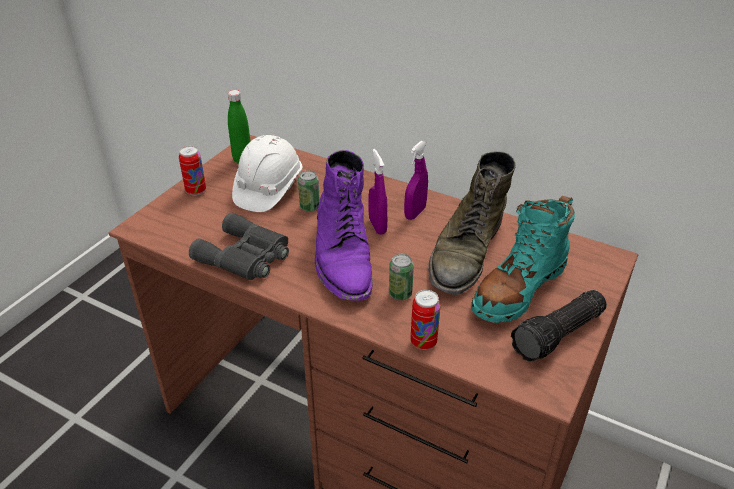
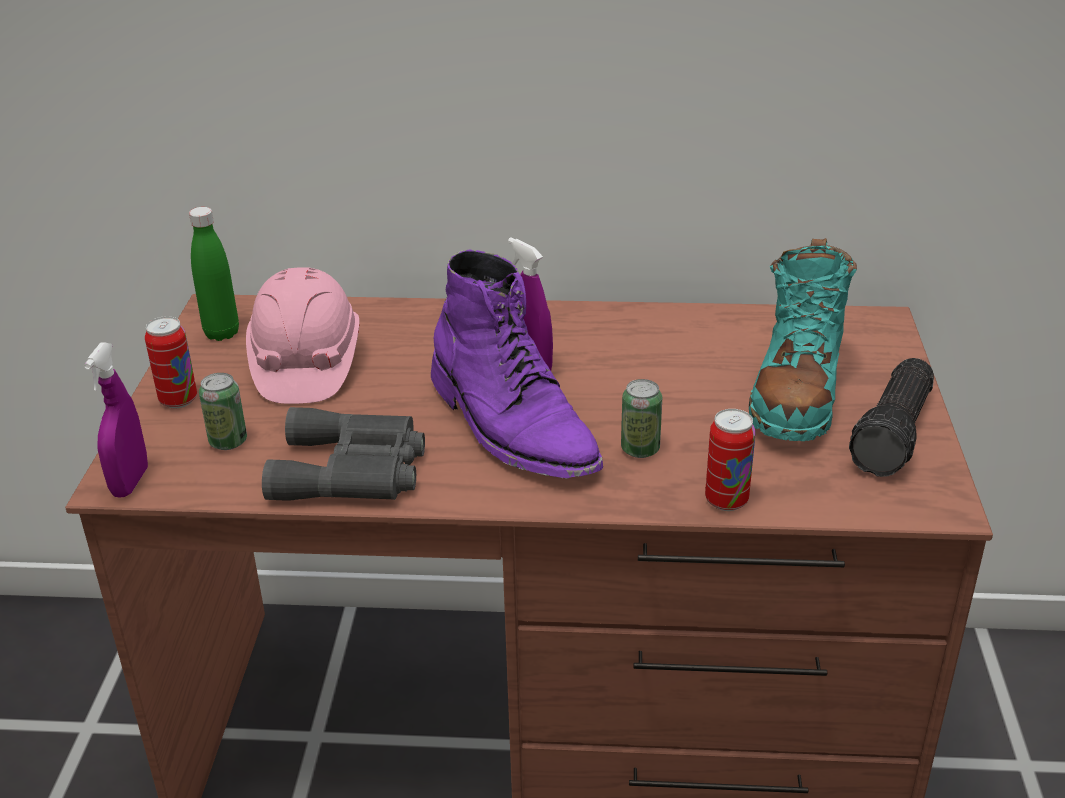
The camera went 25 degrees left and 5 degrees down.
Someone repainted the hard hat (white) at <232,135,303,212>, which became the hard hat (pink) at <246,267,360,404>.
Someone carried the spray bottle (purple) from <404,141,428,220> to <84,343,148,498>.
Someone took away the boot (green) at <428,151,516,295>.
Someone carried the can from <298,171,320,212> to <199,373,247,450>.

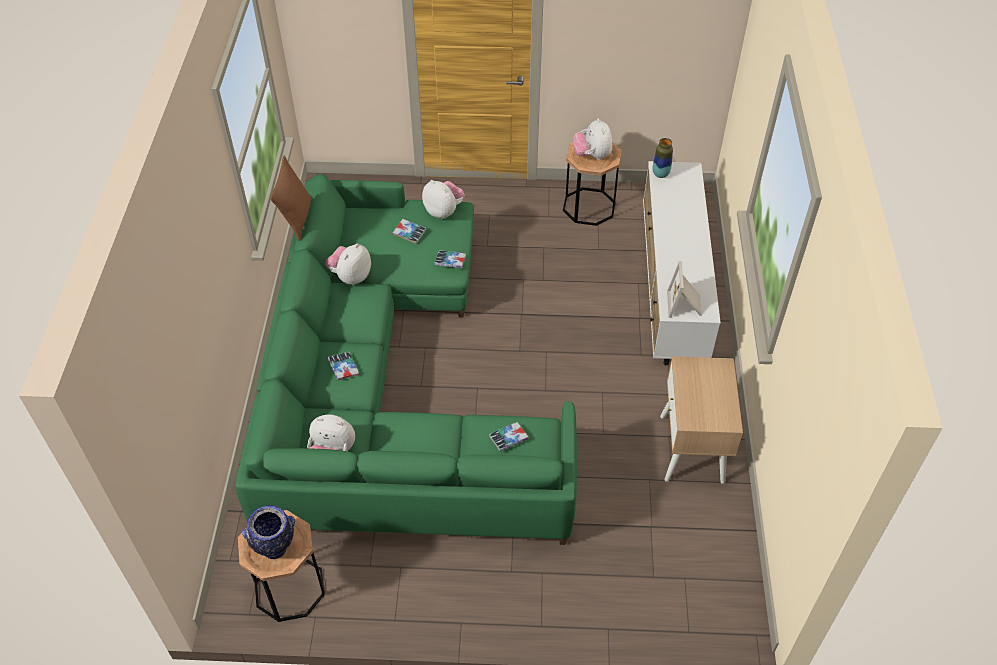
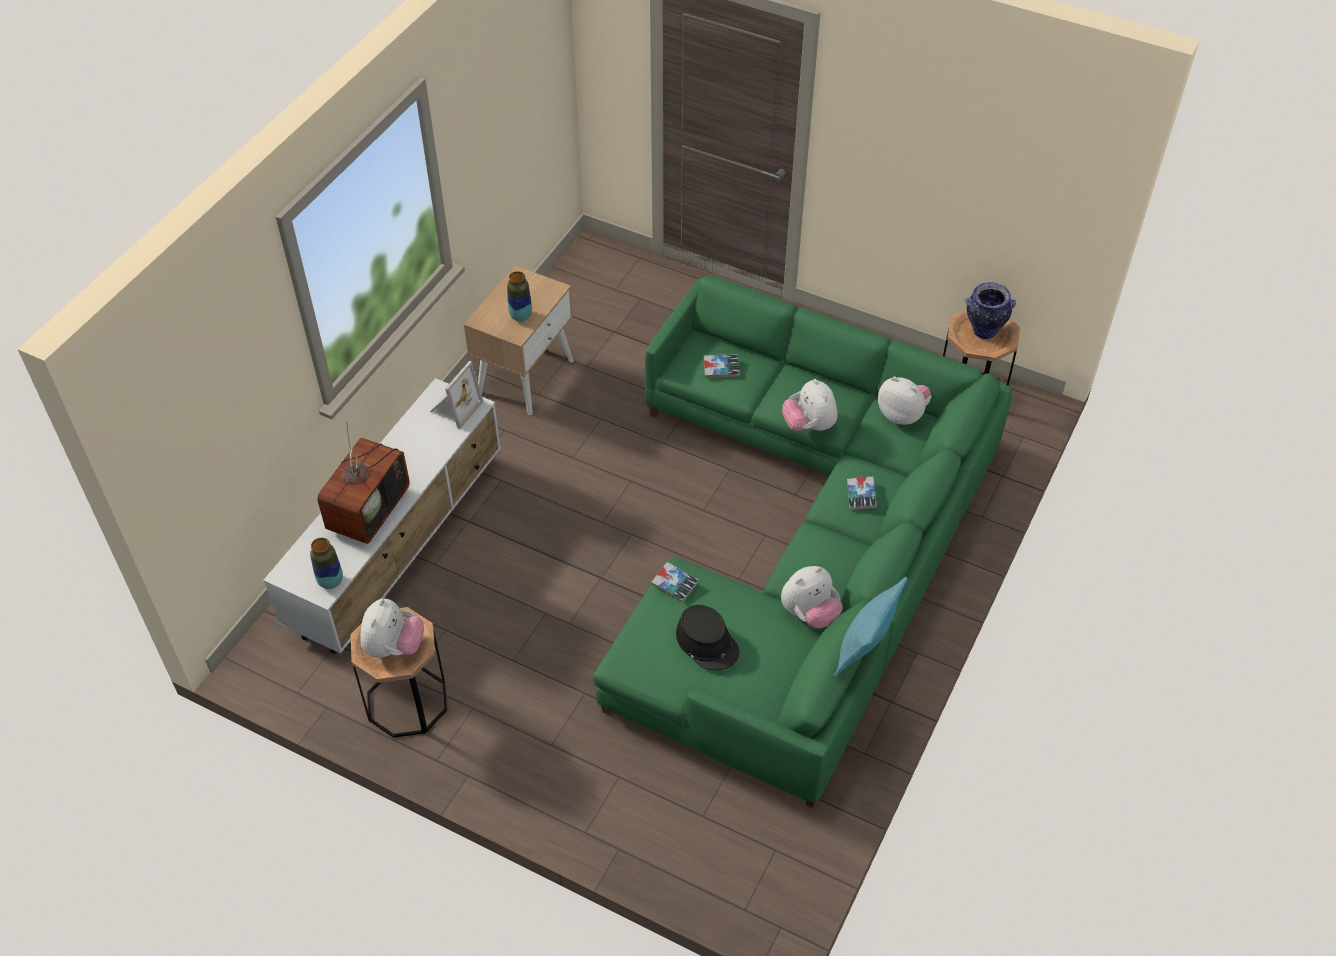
The camera went 155 degrees left and 0 degrees up.
Someone repainted the pillow (brown) at <270,156,312,241>, which became the pillow (turquoise) at <833,577,908,678>.
Someone carried the plush toy from <422,180,465,219> to <782,379,838,431>.
Someone swapped the book at <393,219,426,244> for the hat (black) at <676,605,739,670>.
Someone put down the vase at <507,271,532,322>.
Someone put down the television at <317,422,410,544>.

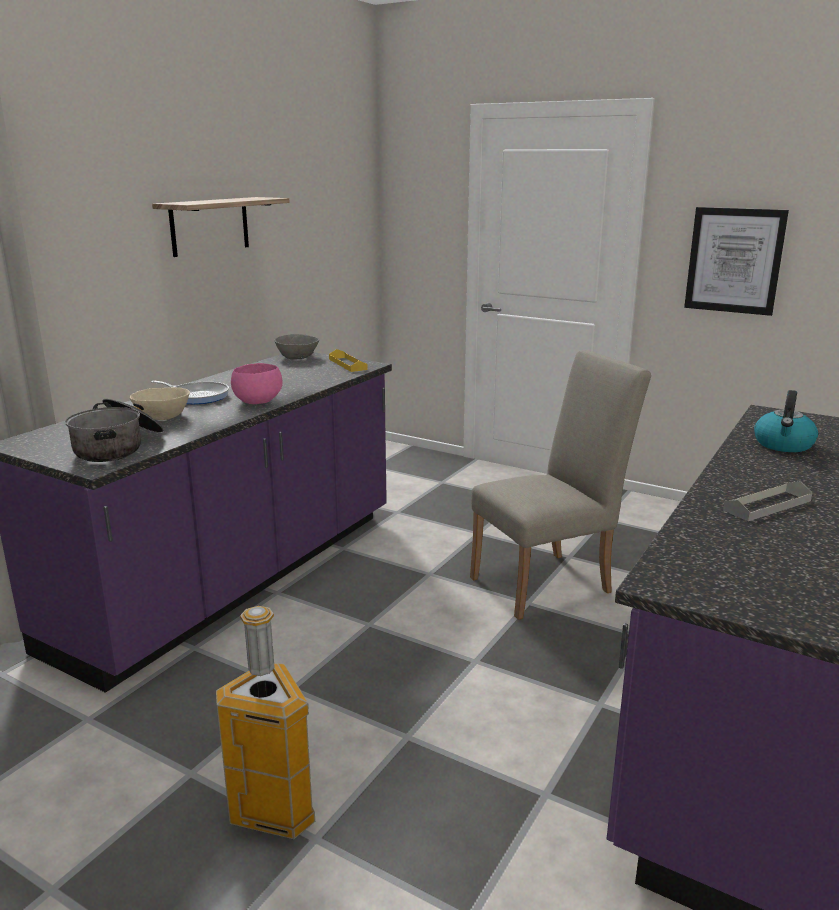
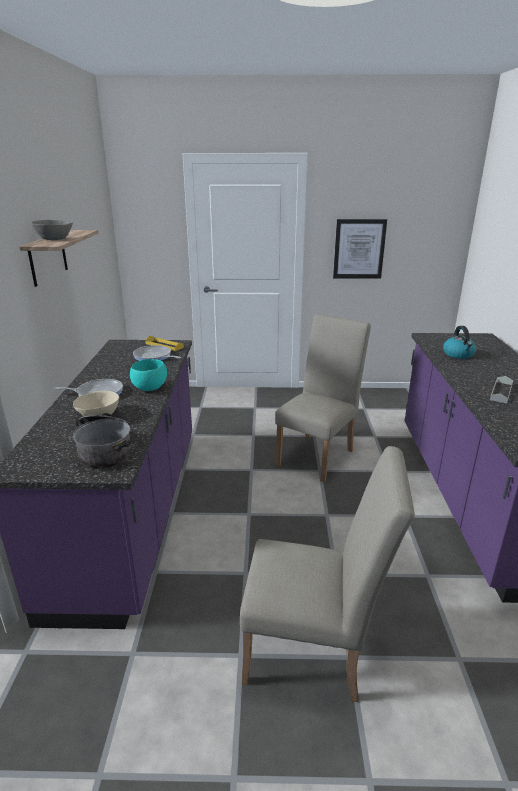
The camera went 30 degrees left and 5 degrees up.
Someone carried the bowl (grey) from <274,334,319,359> to <31,220,73,240>.
Someone repainted the bowl (pink) at <231,363,283,404>, which became the bowl (turquoise) at <130,359,167,391>.
Someone swapped the trash can at <216,606,315,839> for the chair (beige) at <240,446,415,702>.
Someone put down the frying pan at <133,345,181,361>.

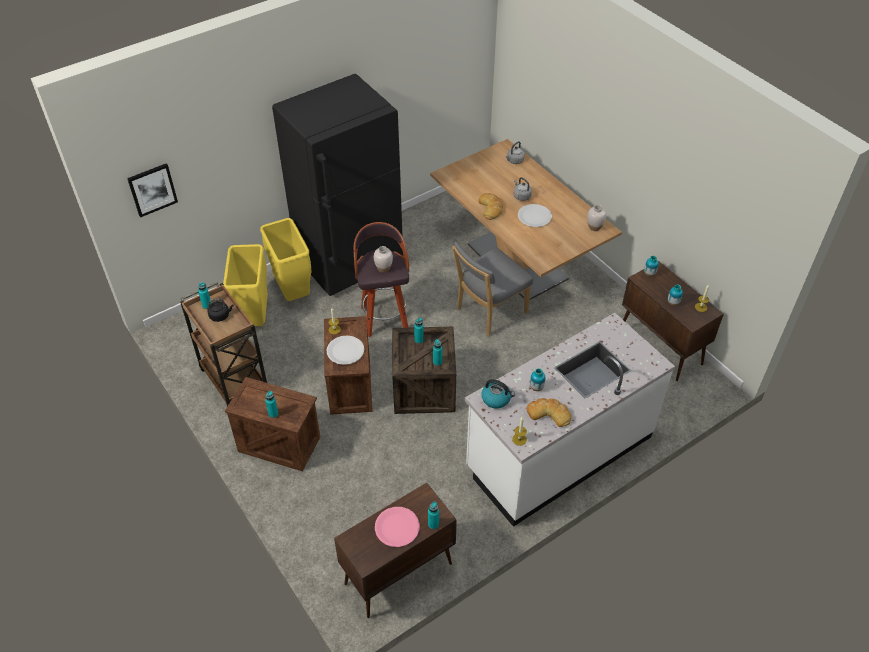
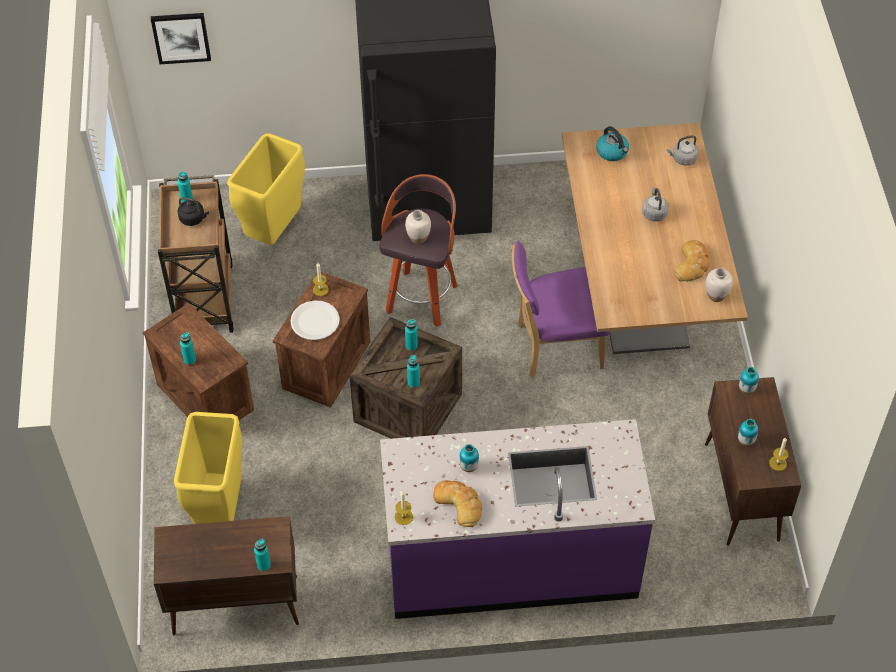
The camera went 30 degrees right and 5 degrees up.
Someone carried the bread from <479,193,503,220> to <674,240,710,281>.
Someone took away the plate (white) at <518,204,552,227>.
Someone carried the trash can (yellow) from <260,218,311,301> to <174,412,242,524>.
Someone repainted the chair (grey) at <452,242,533,336>, which became the chair (purple) at <511,241,610,378>.
Someone repainted the counter (white) at <465,313,675,527>, which became the counter (purple) at <380,419,655,619>.
Someone carried the kettle from <481,379,515,408> to <596,126,629,161>.
Someone took away the plate (pink) at <375,507,420,547>.

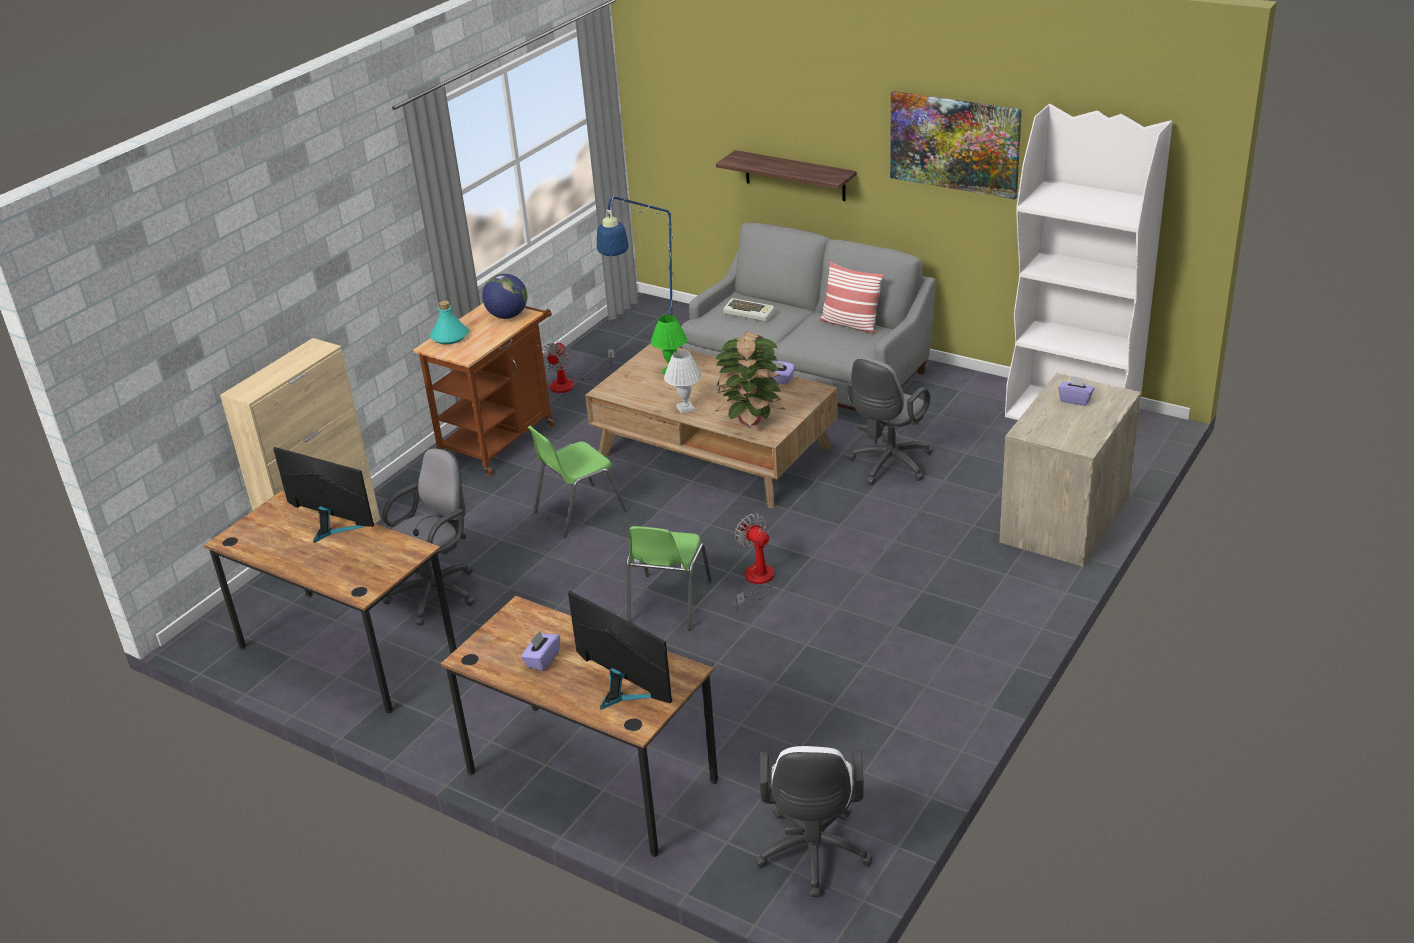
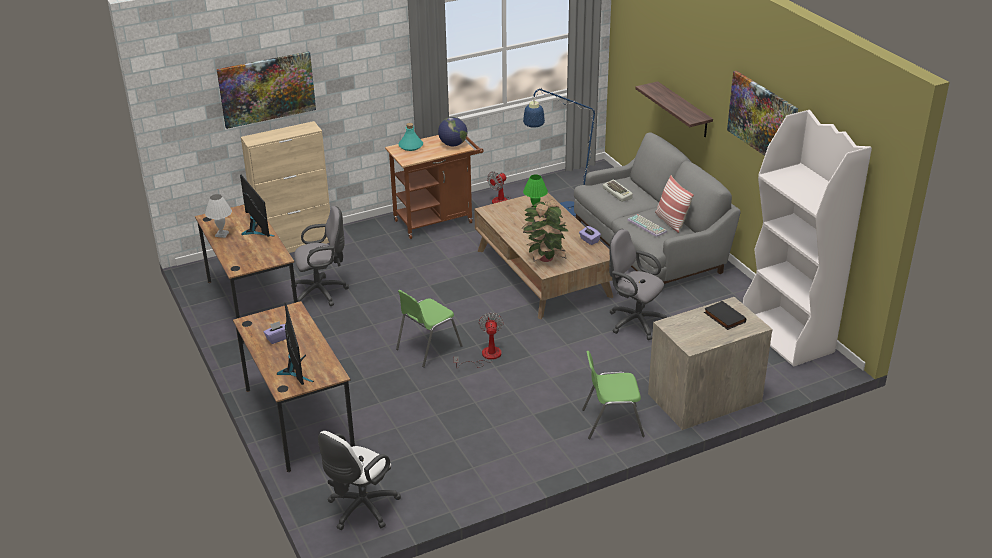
The camera went 30 degrees right and 0 degrees up.
Someone carried the table lamp (white) from <664,350,702,414> to <205,194,232,238>.
Someone rotated the office chair (grey) at <847,357,933,485> by 60 degrees clockwise.
Someone swapped the tissue box (purple) at <1058,376,1095,406> for the book (black) at <704,301,746,330>.
Someone carried the chair (green) from <528,426,627,538> to <582,351,645,439>.
Someone put up the picture at <217,51,316,129>.
Someone put down the keyboard at <627,214,667,237>.

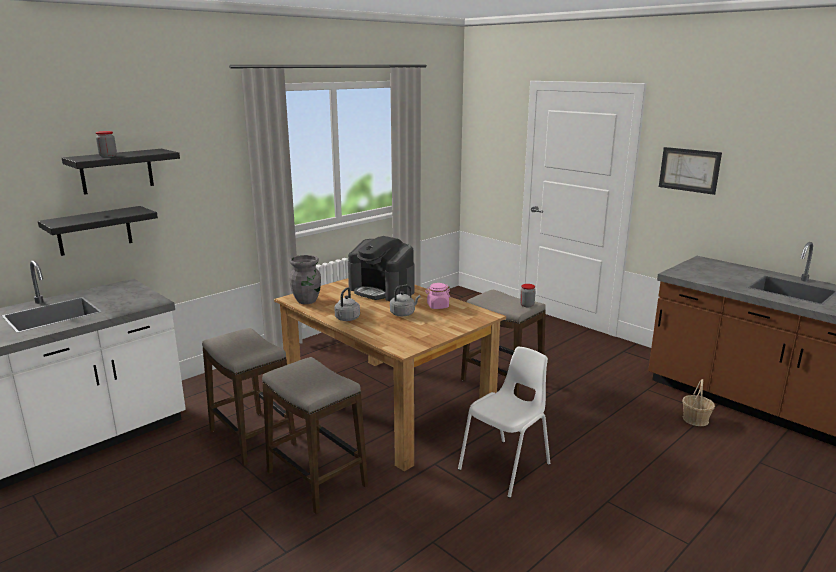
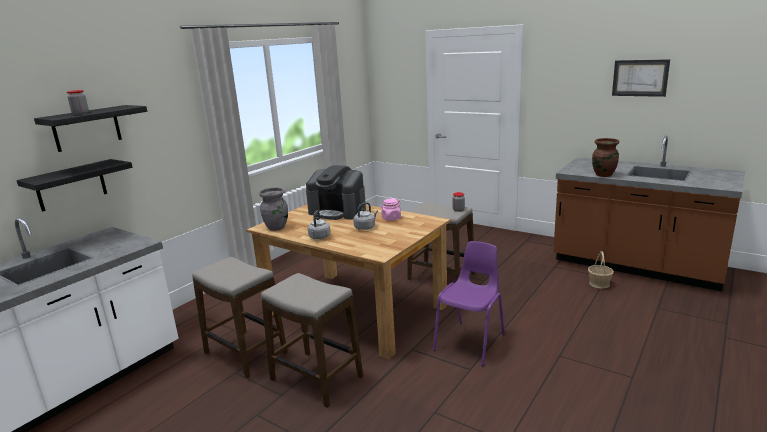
The camera went 10 degrees left and 0 degrees up.
Someone carried the picture from <659,147,722,195> to <612,59,670,97>.
Someone repainted the chair (white) at <458,347,550,498>, which became the chair (purple) at <433,241,505,366>.
Someone put down the vase (brown) at <592,138,619,177>.

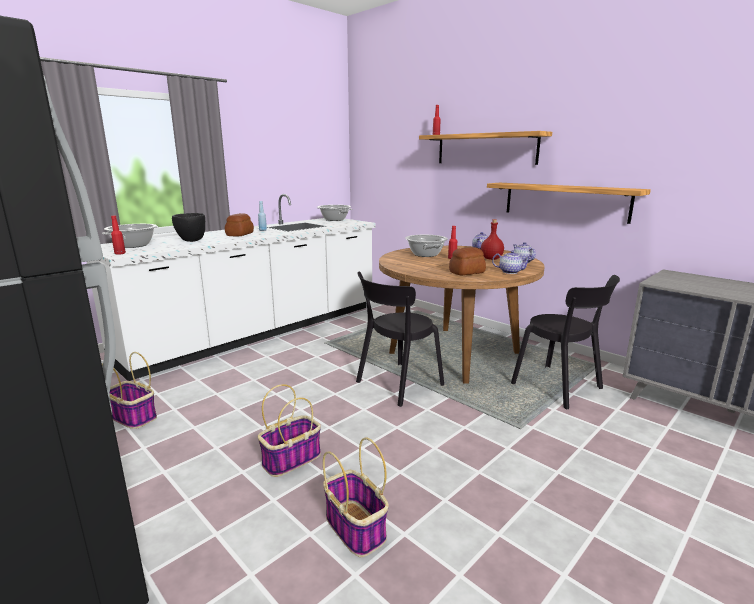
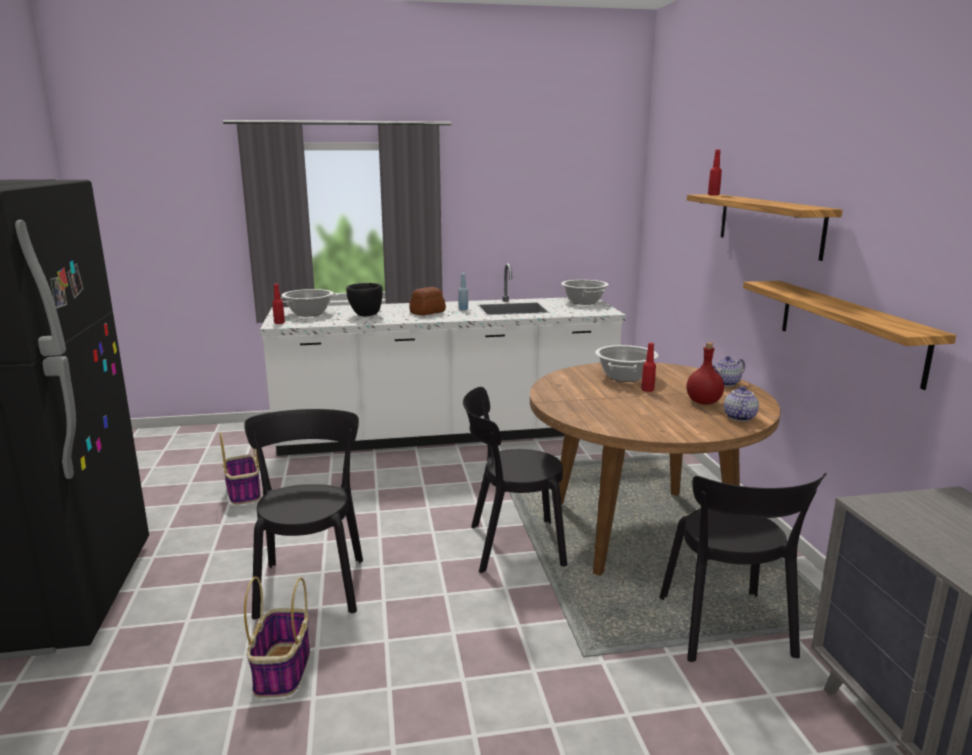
The camera went 35 degrees right and 0 degrees up.
Someone took away the bread at <449,247,486,275>.
Someone took away the teapot at <492,250,532,274>.
Someone swapped the basket at <258,384,321,477> for the chair (black) at <244,409,363,619>.

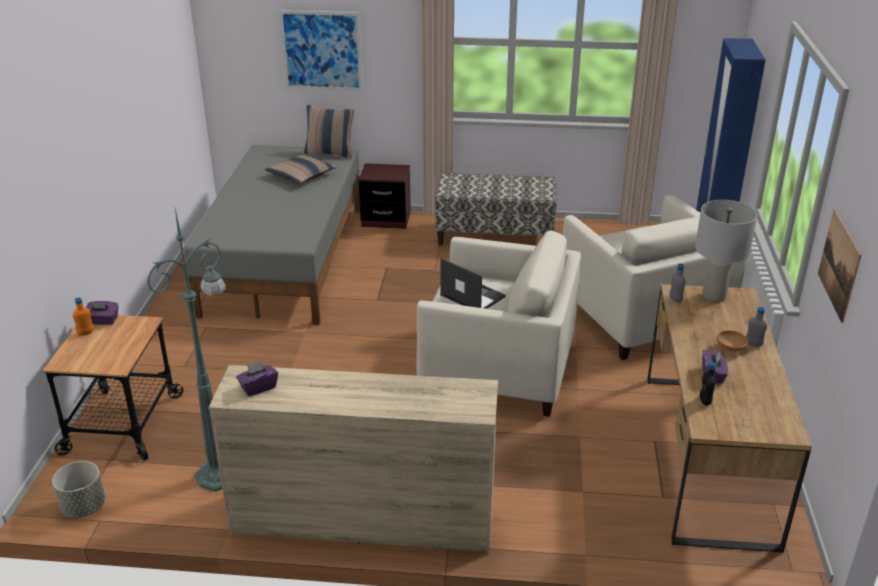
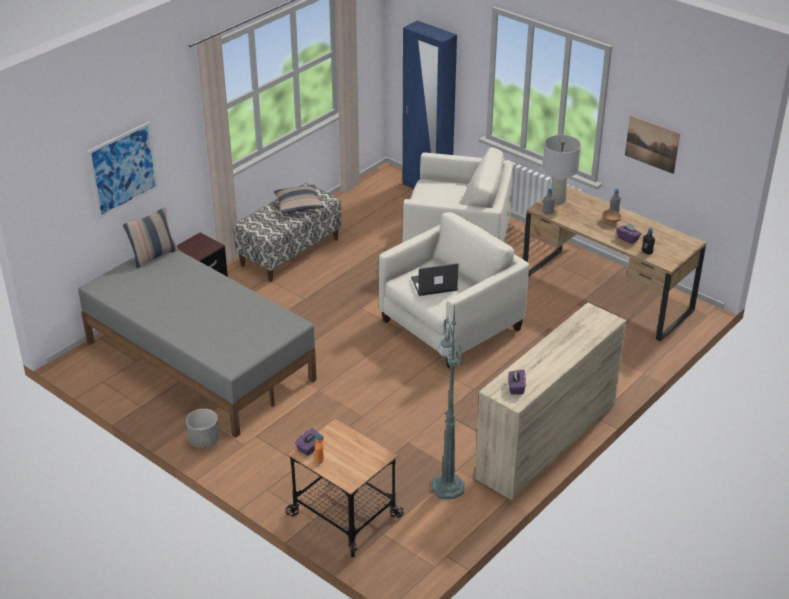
The camera went 55 degrees left and 5 degrees up.
Someone carried the pillow from <265,153,337,184> to <273,184,324,213>.
Someone carried the planter (grey) from <52,461,105,518> to <186,409,220,448>.

